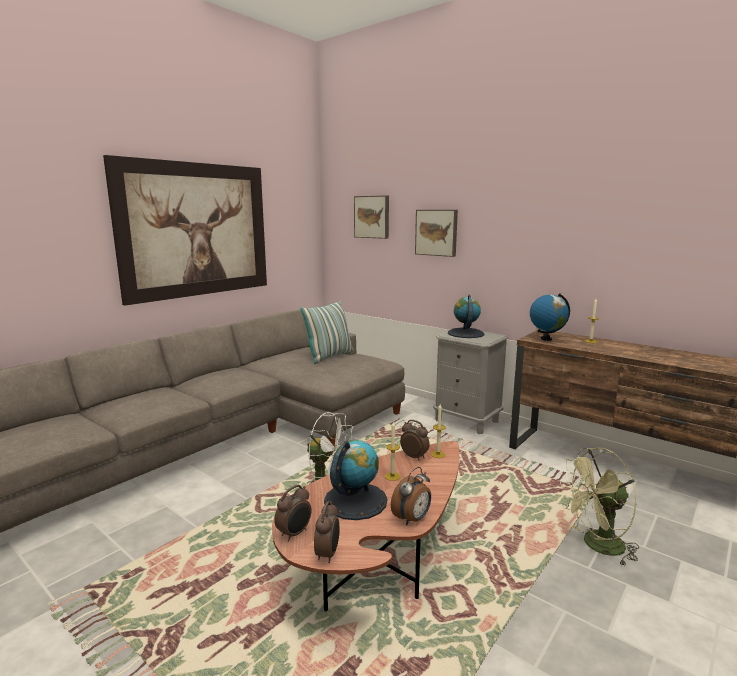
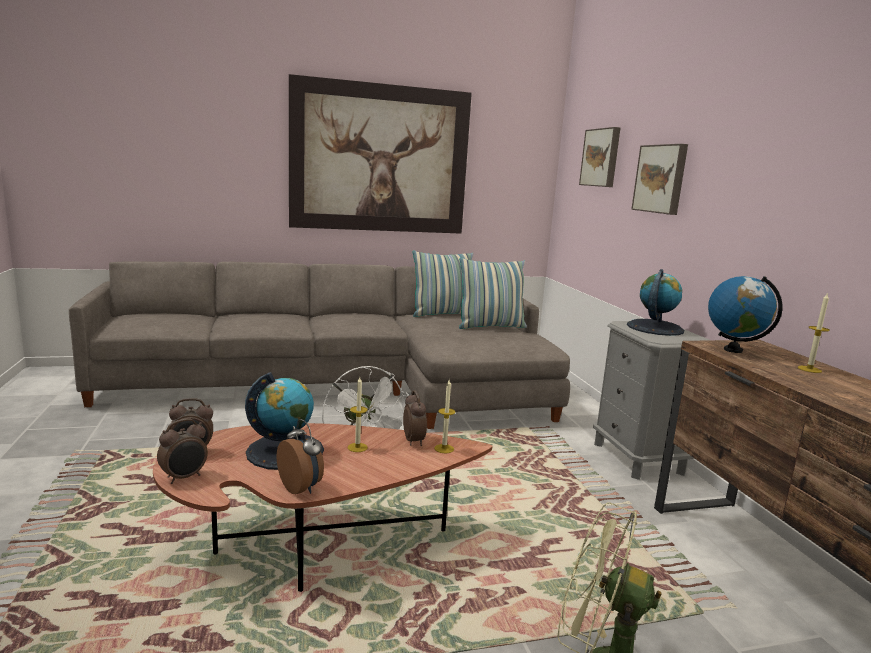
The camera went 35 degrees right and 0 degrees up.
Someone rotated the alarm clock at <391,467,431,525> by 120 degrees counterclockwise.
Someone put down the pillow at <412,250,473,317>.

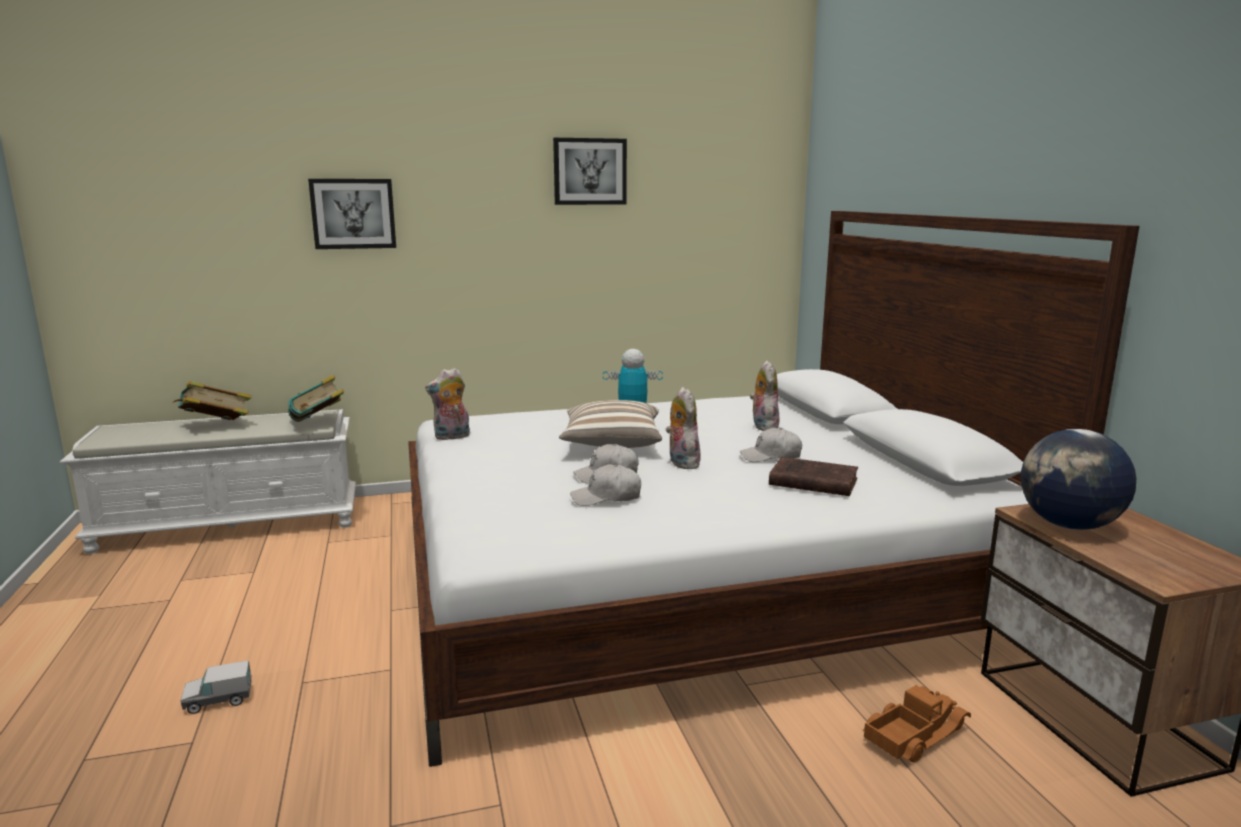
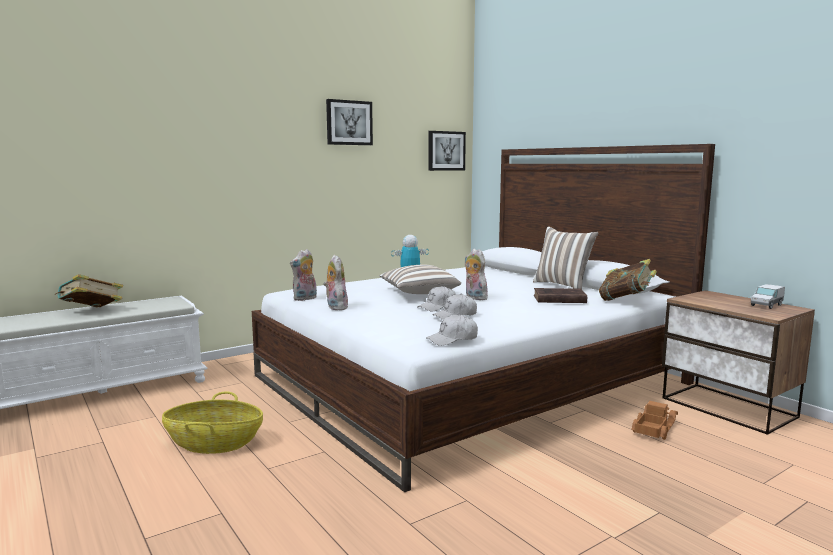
The camera went 20 degrees left and 5 degrees down.
Someone carried the picture from <308,179,396,249> to <429,131,466,171>.
Someone carried the plush toy from <750,361,780,431> to <323,255,348,310>.
Someone carried the book from <288,375,344,422> to <599,259,657,301>.
Someone carried the cap (white) from <739,428,802,462> to <426,314,478,346>.
Someone took away the globe at <1021,429,1136,530>.
Someone carried the toy truck from <180,660,252,714> to <751,284,785,309>.
Someone put down the pillow at <533,227,599,289>.
Someone put down the basket at <162,392,263,454>.

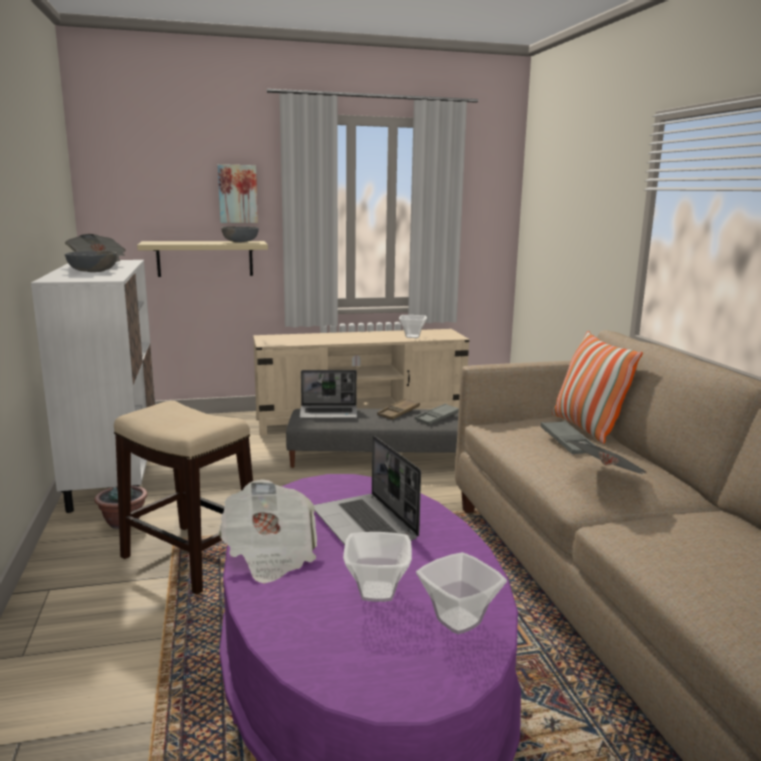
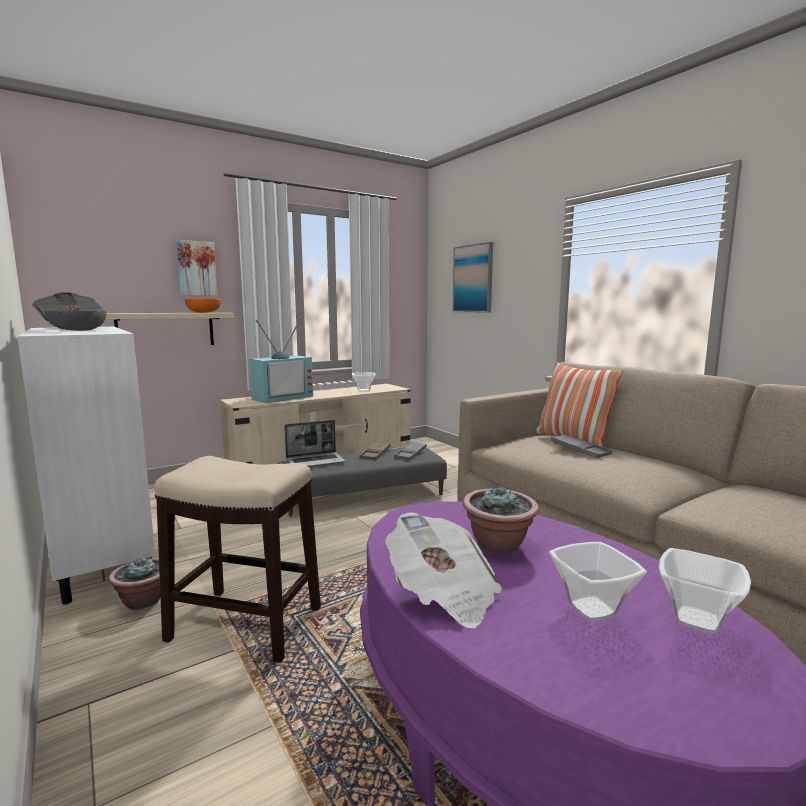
The camera went 20 degrees left and 5 degrees down.
Someone repainted the bowl (grey) at <221,226,259,243>, which became the bowl (orange) at <185,298,222,313>.
Someone swapped the laptop at <314,436,421,545> for the potted plant at <463,486,539,554>.
Someone took away the newspaper at <568,441,647,474>.
Someone put up the picture at <452,242,493,312>.
Someone put down the television at <249,317,313,403>.

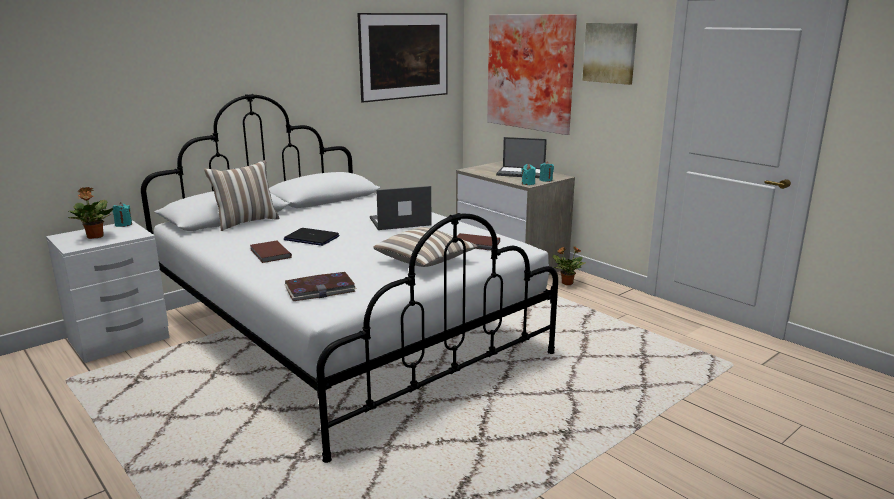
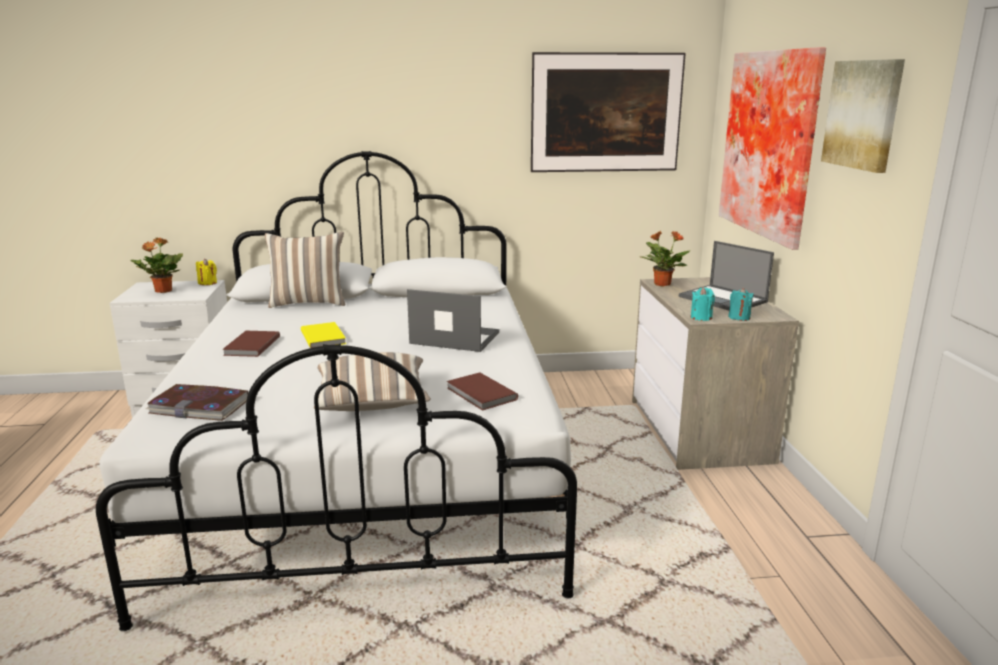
The camera went 35 degrees right and 0 degrees up.
Someone repainted the candle (turquoise) at <112,202,132,227>, which became the candle (yellow) at <196,259,217,285>.
Someone swapped the laptop at <284,228,339,246> for the book (yellow) at <301,322,346,348>.
Someone carried the potted plant from <552,246,586,285> to <640,231,690,287>.

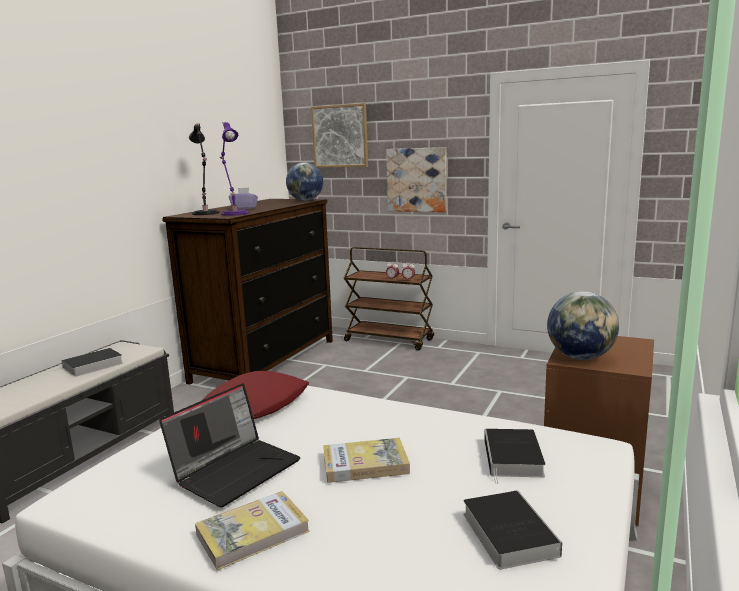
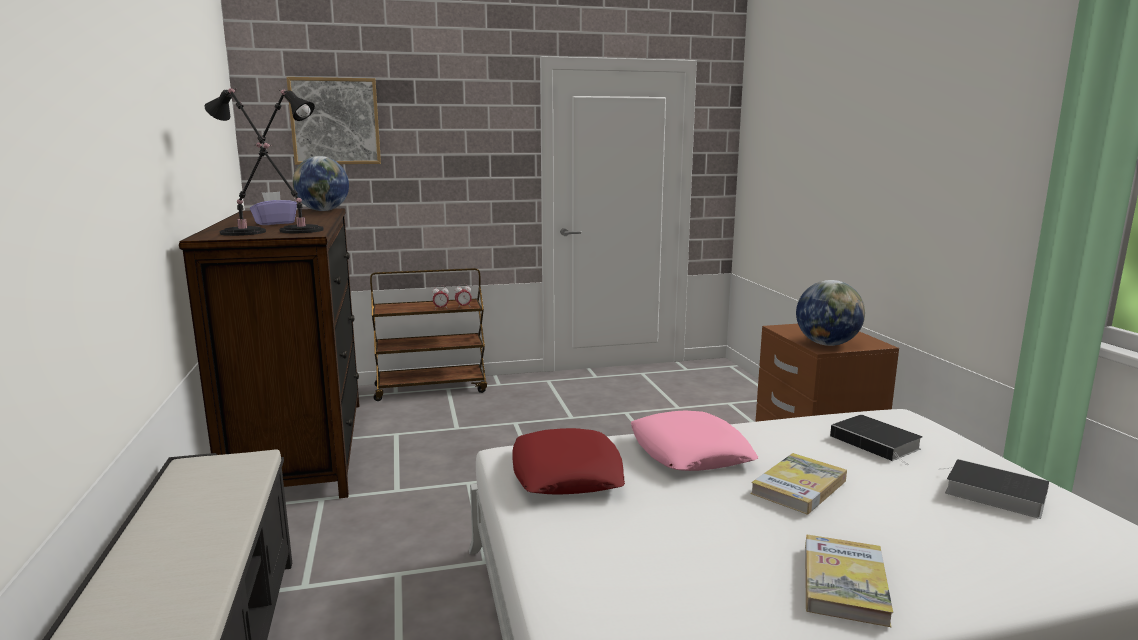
The camera went 40 degrees left and 0 degrees up.
Someone repainted the table lamp (purple) at <220,122,249,216>, which became the table lamp (black) at <256,89,324,233>.
Someone took away the picture at <386,147,447,212>.
Someone took away the book at <56,348,123,377>.
Someone took away the laptop at <159,383,301,508>.
Someone put down the pillow (pink) at <631,410,758,471>.

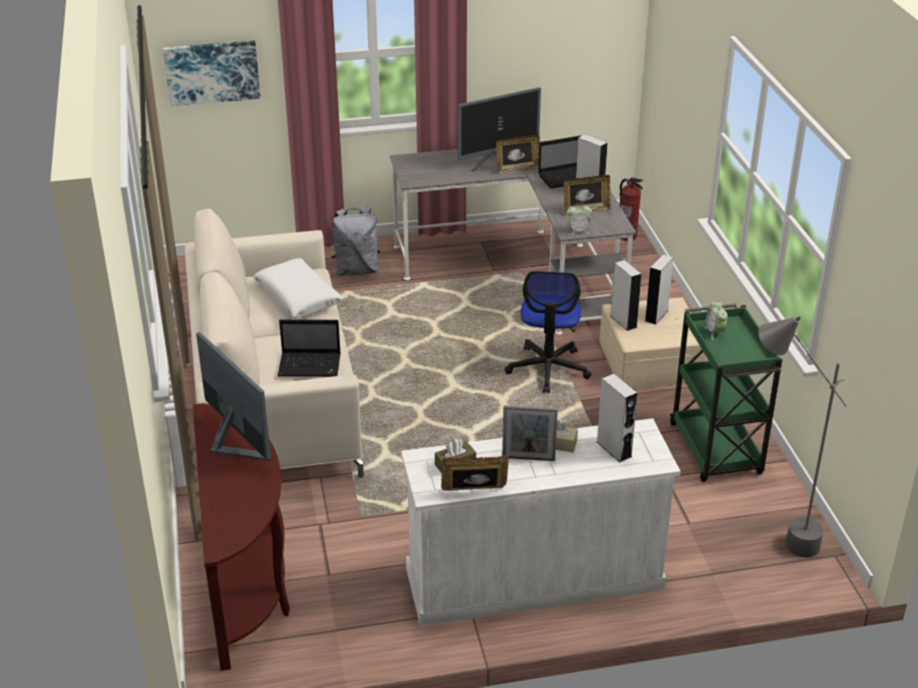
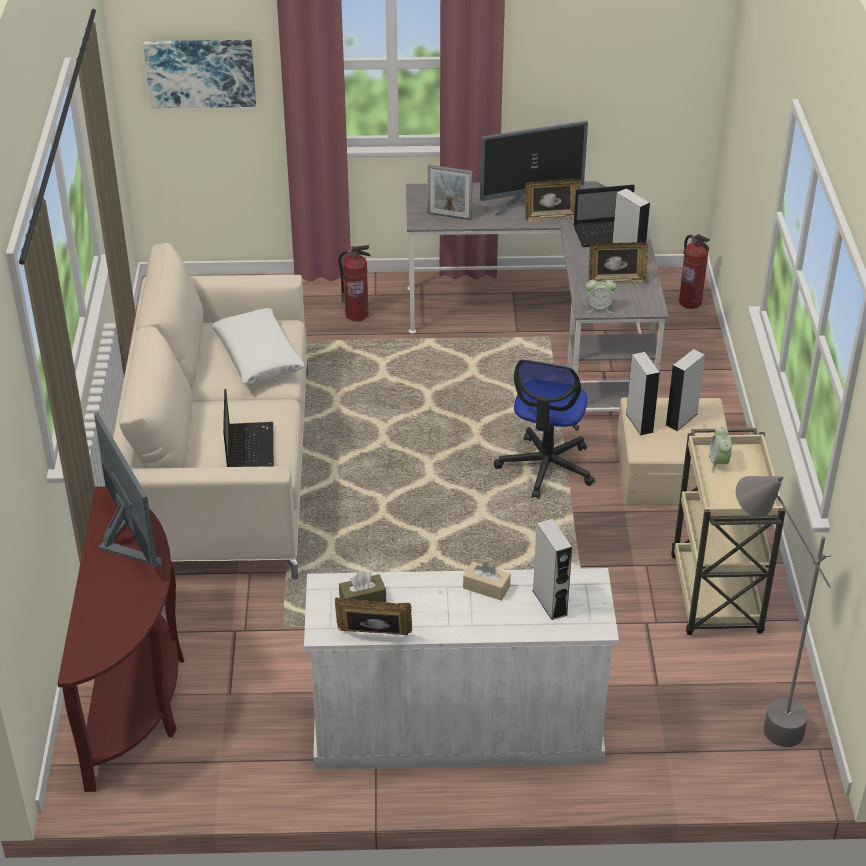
The camera went 10 degrees right and 5 degrees up.
Someone swapped the backpack (grey) at <331,207,380,276> for the fire extinguisher at <338,245,371,321>.
Someone repainted the cart (green) at <670,303,782,482>, which became the cart (beige) at <671,428,786,635>.
Someone rotated the laptop at <278,320,341,377> by 105 degrees counterclockwise.
Someone carried the picture frame from <502,405,558,461> to <427,165,473,220>.

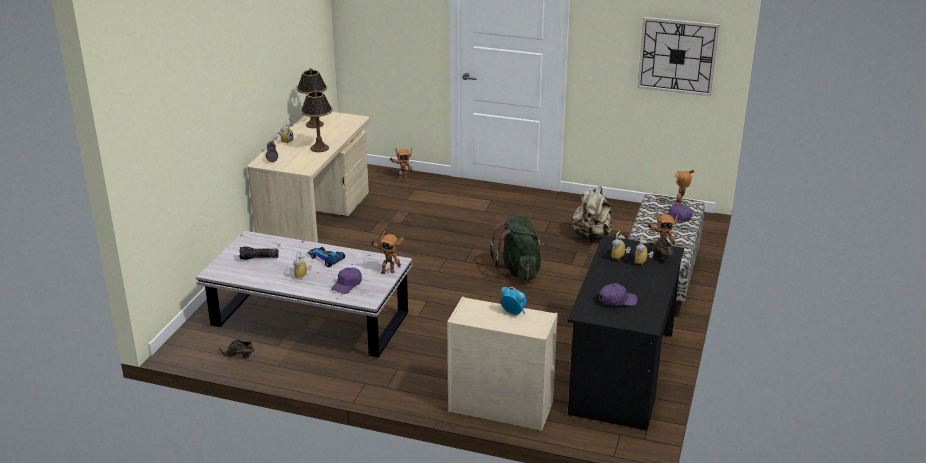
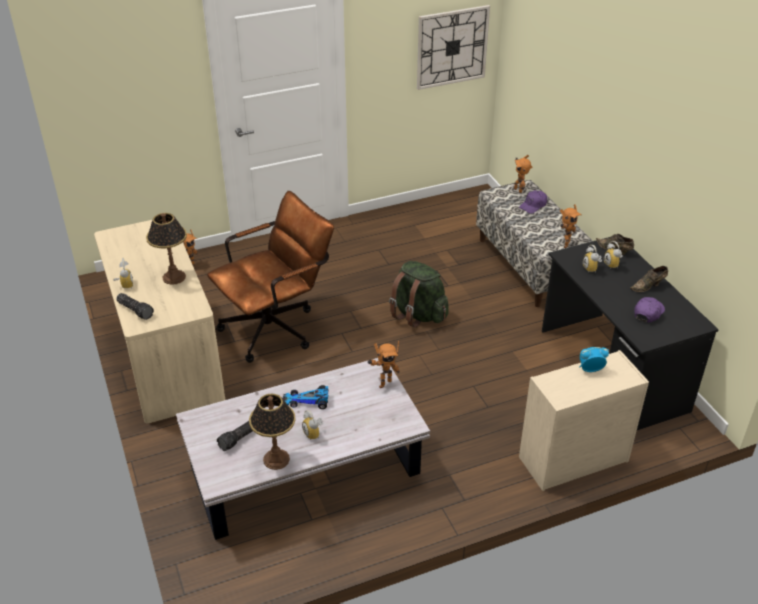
The camera went 40 degrees left and 10 degrees up.
Someone carried the table lamp from <296,68,327,128> to <249,394,296,470>.
Someone took away the backpack (beige) at <572,187,612,242>.
Someone took away the cap (purple) at <331,267,362,294>.
Someone carried the shoe (brown) from <218,339,254,359> to <630,266,668,292>.
Someone put down the office chair (brown) at <207,191,334,363>.

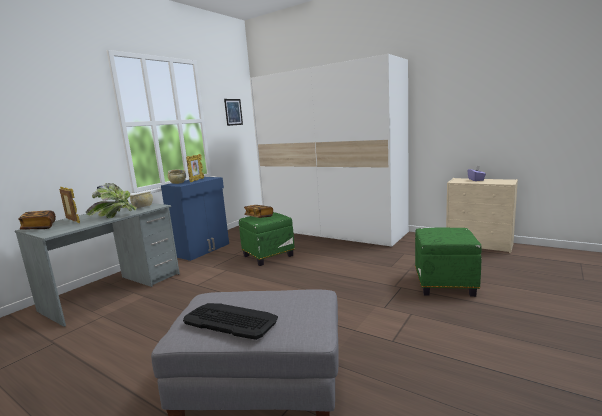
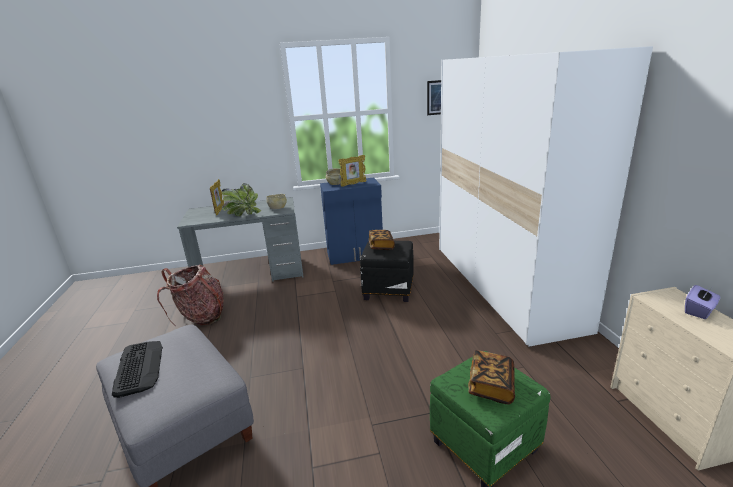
The camera went 45 degrees right and 10 degrees up.
Someone carried the book from <18,211,56,230> to <468,350,515,404>.
Someone repainted the ottoman (green) at <239,212,295,266>, which became the ottoman (black) at <360,241,414,302>.
Someone put down the backpack at <157,265,224,326>.

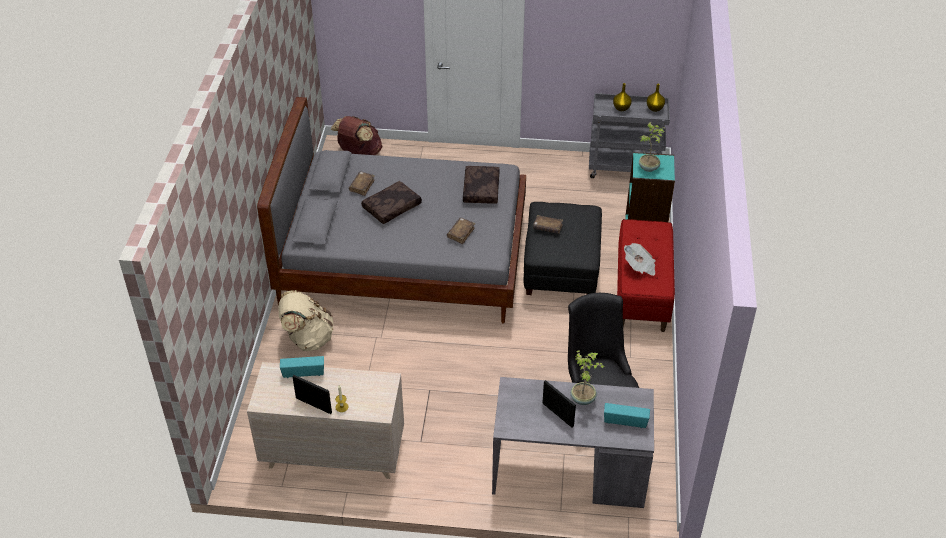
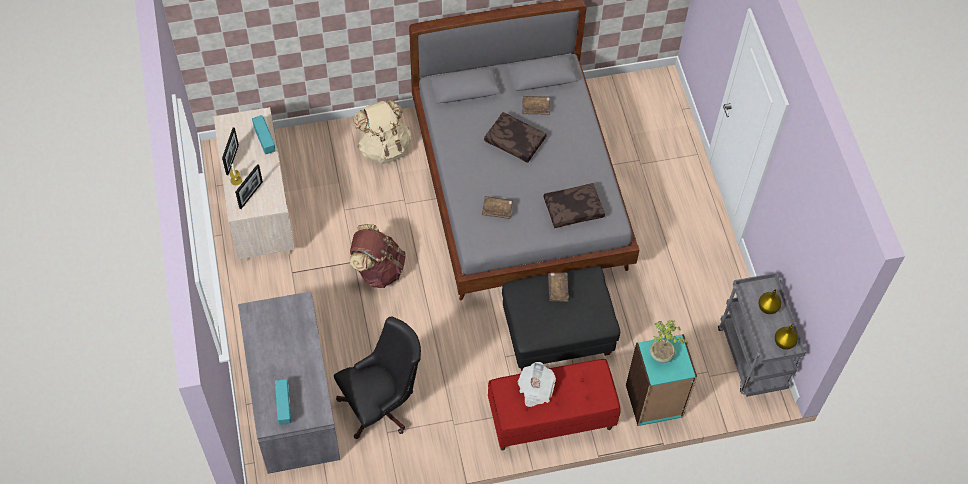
The camera went 70 degrees right and 15 degrees up.
Someone carried the backpack (brown) from <331,116,383,155> to <350,224,406,288>.
Someone took away the potted plant at <570,350,605,405>.
Someone carried the picture frame from <542,380,576,428> to <235,164,263,209>.

